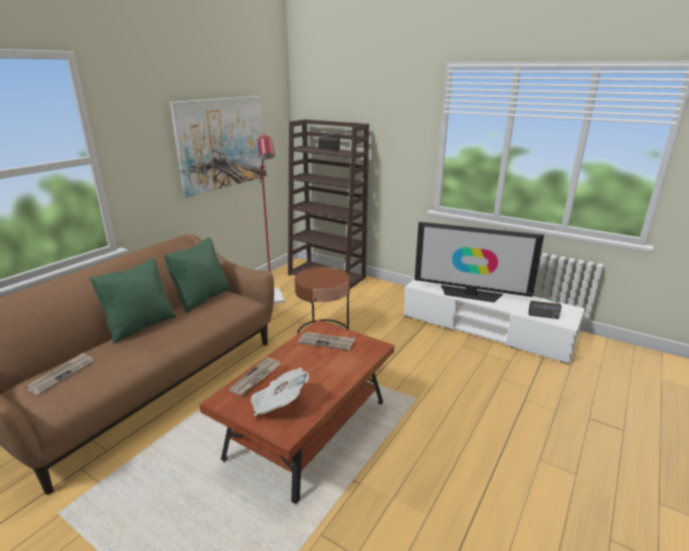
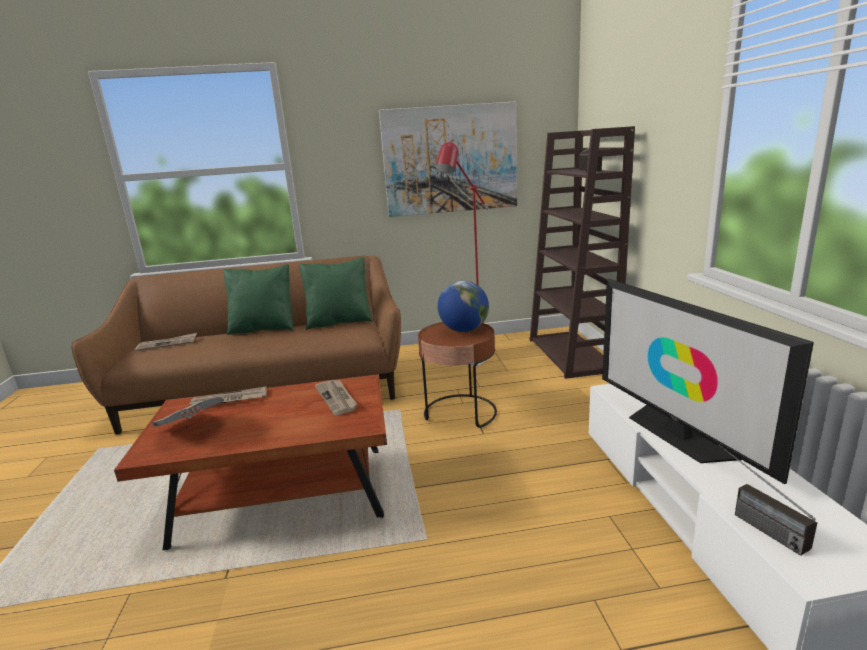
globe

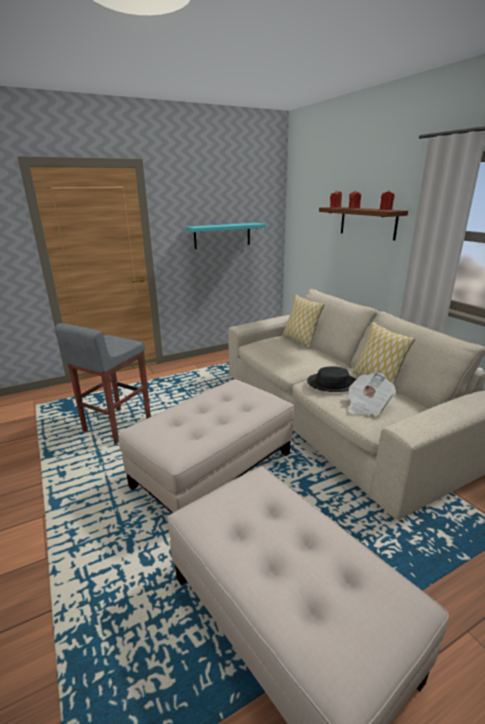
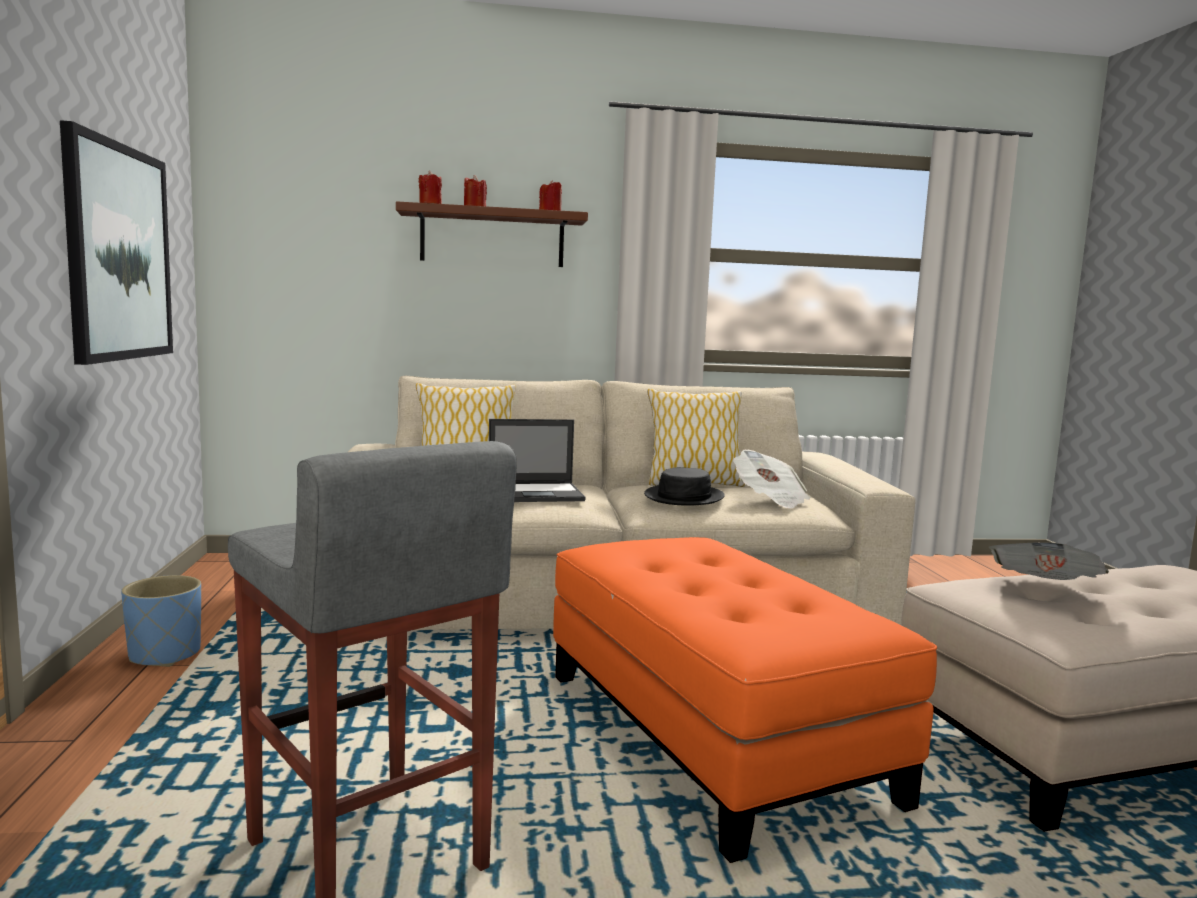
picture; blue planter; laptop; orange ottoman; newspaper (2nd from left)

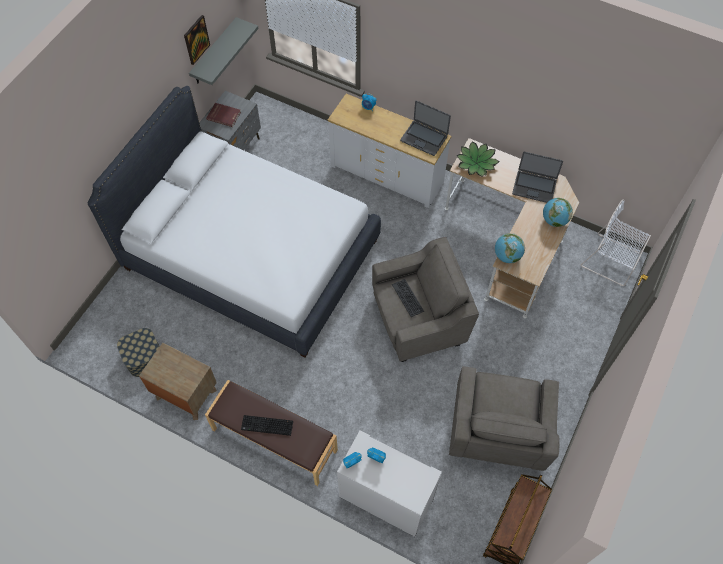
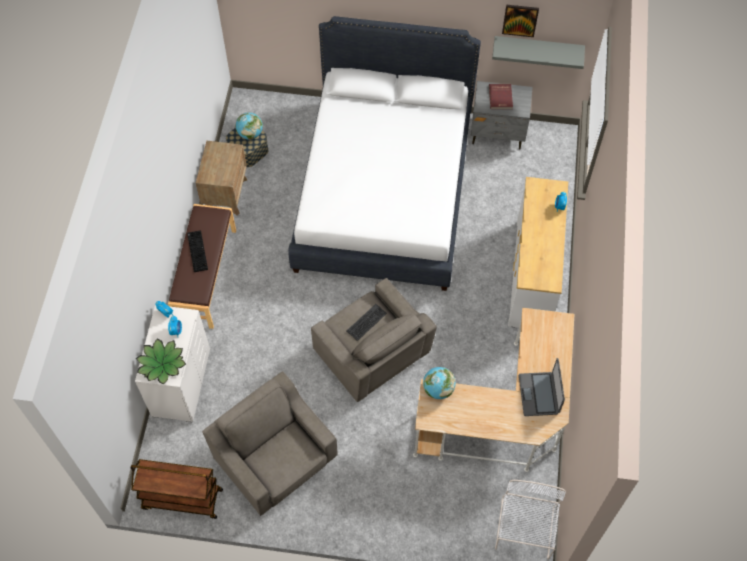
potted plant; grey armchair (1st from left); globe (1st from left); laptop (1st from left in the first image)

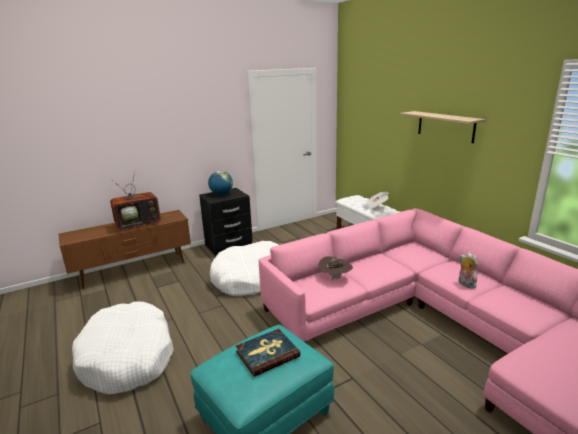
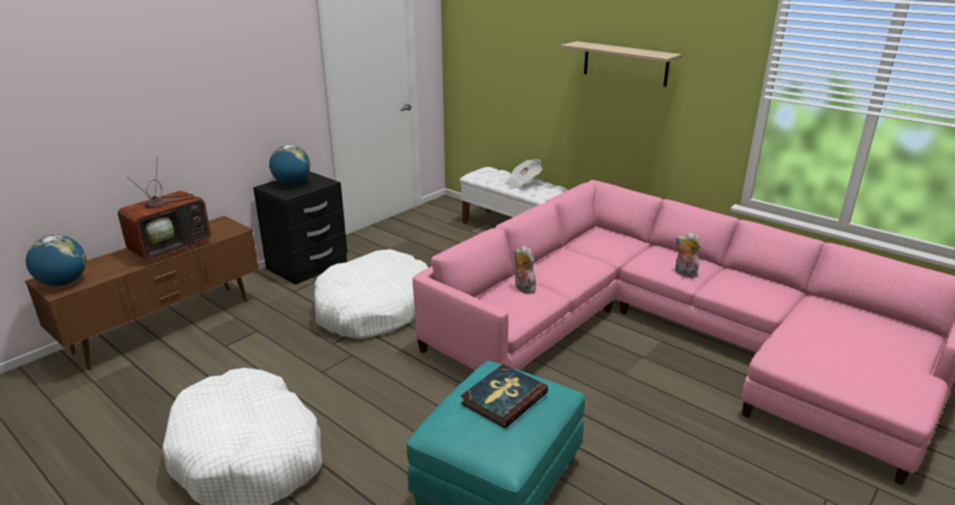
globe (1st from left); plush toy (1st from left)

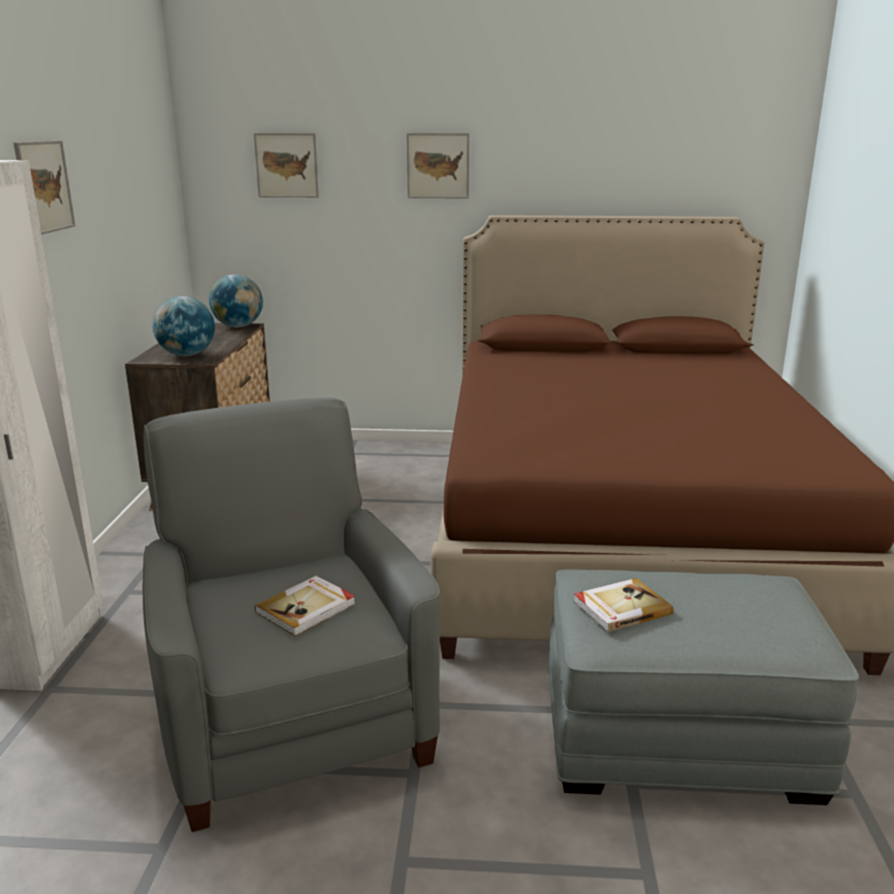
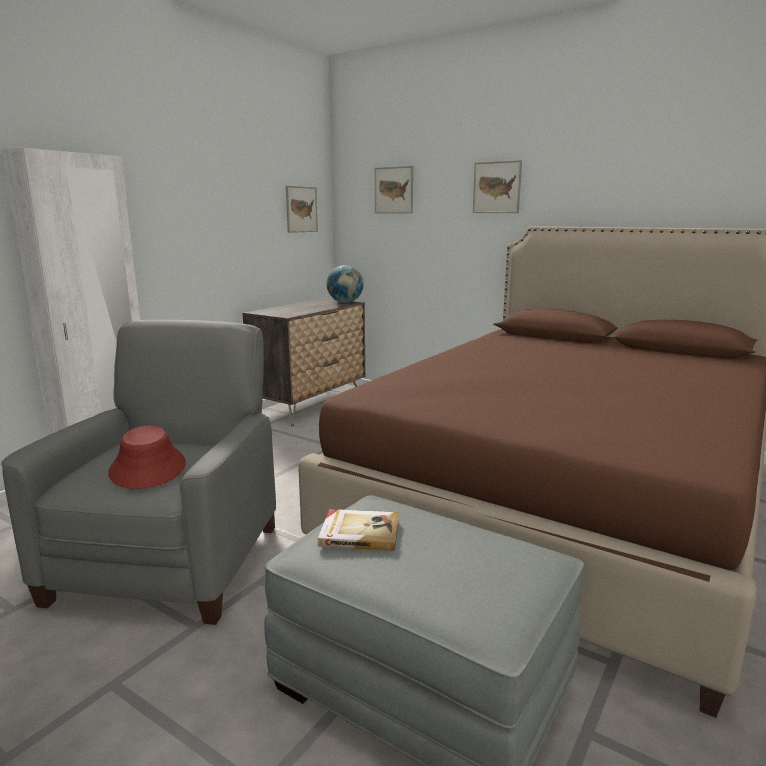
red hat; picture (1st from left); globe (1st from left in the first image)

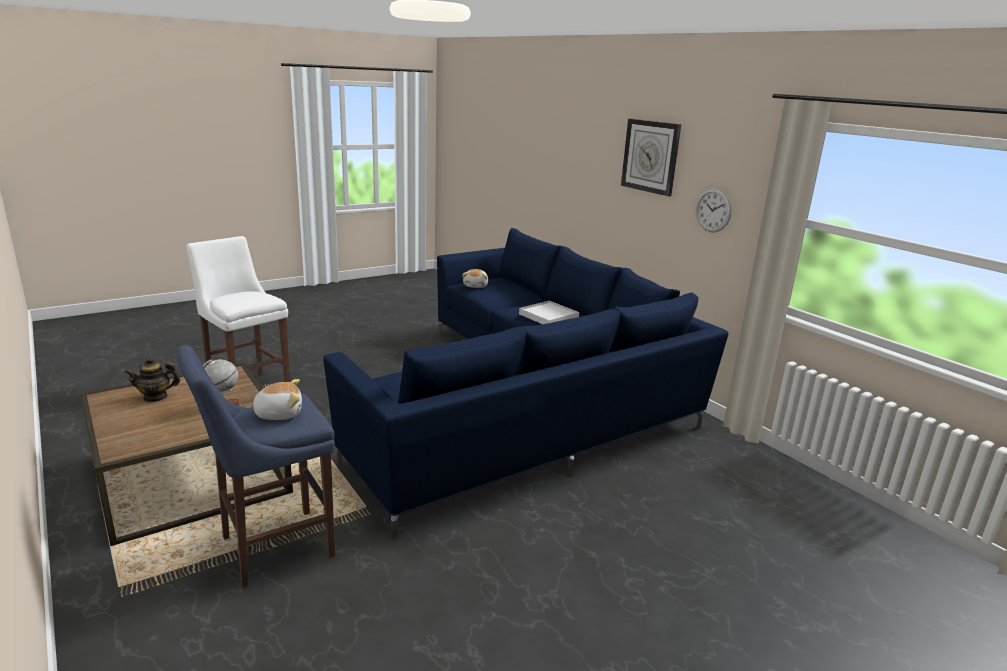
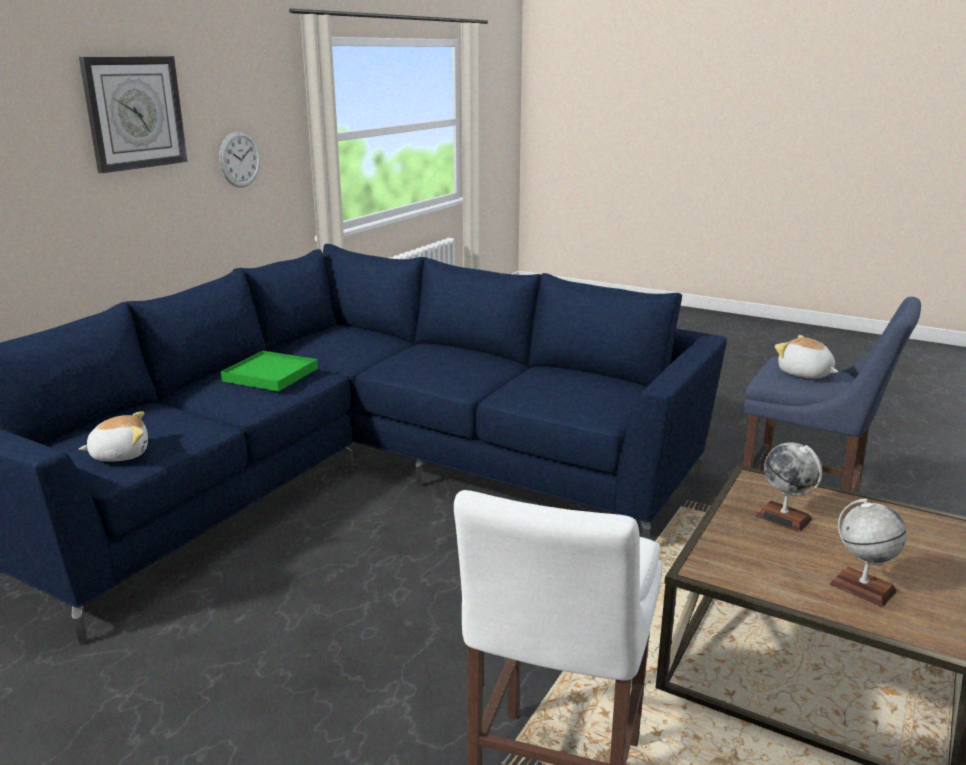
green tray; globe (2nd from left)

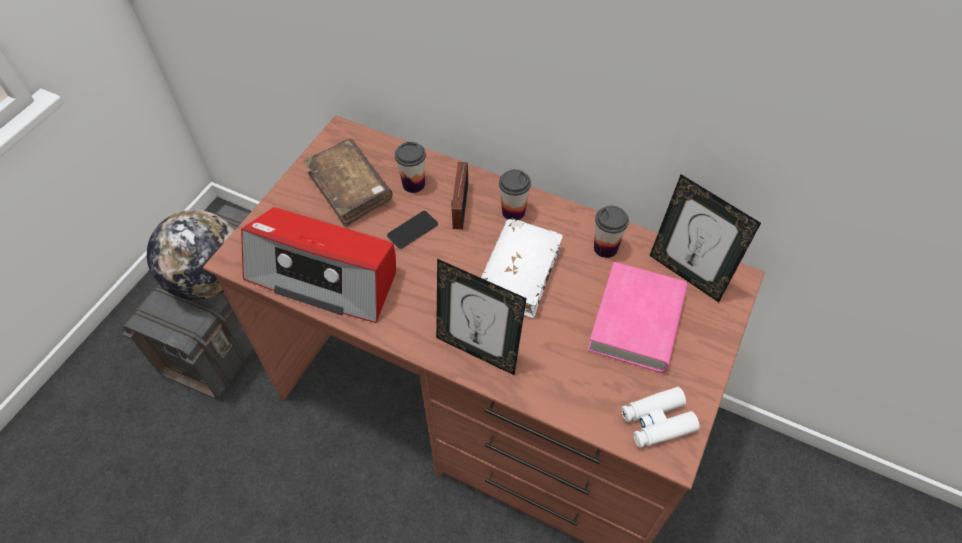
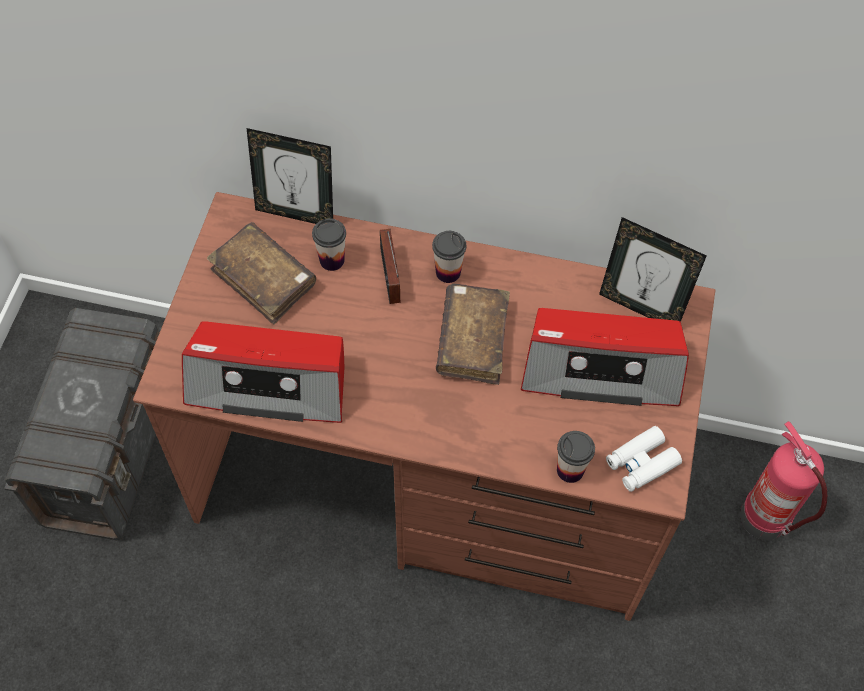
picture frame (1st from left); brown book (2nd from left); radio (3rd from left); cup (3rd from left); fire extinguisher; globe; phone

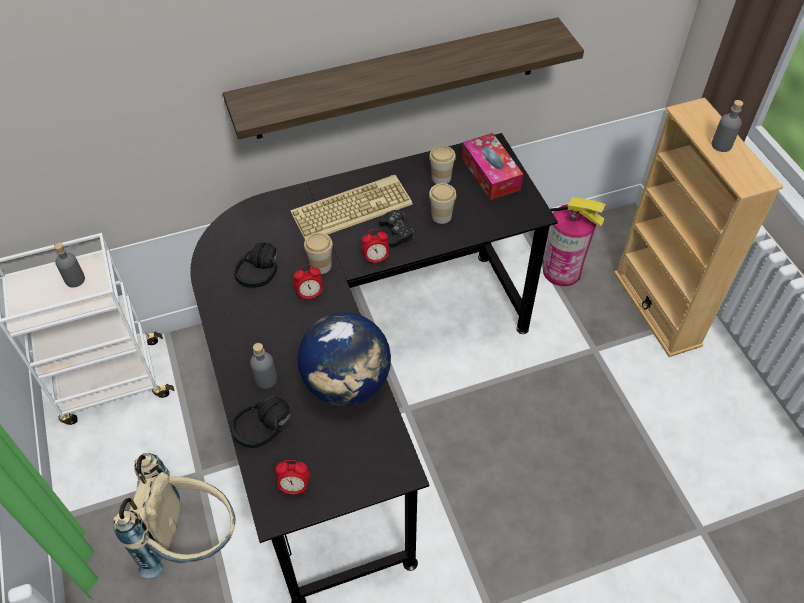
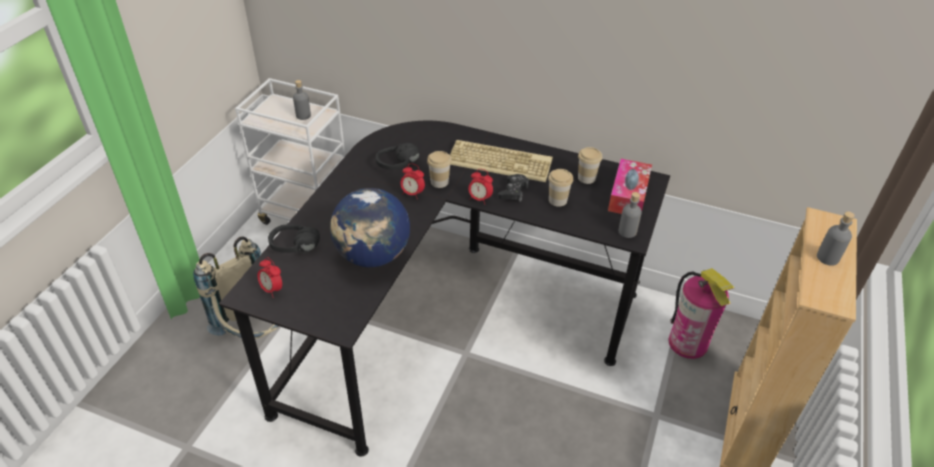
grey bottle (2nd from left); shelf

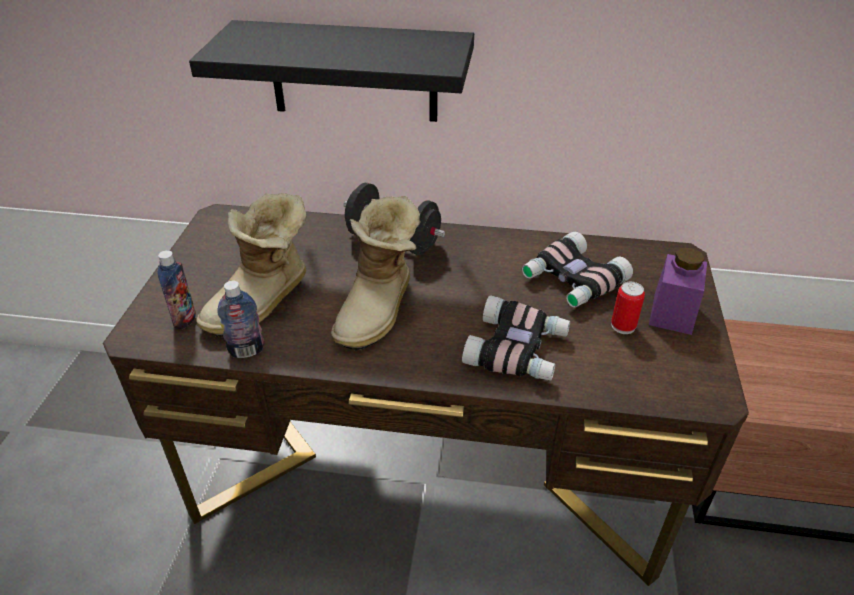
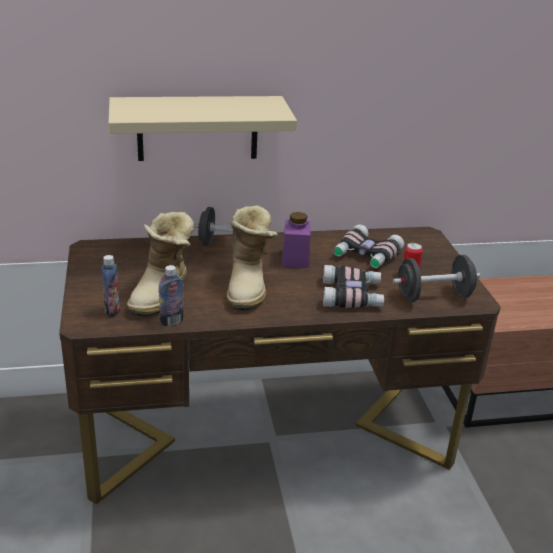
beige shelf; purple jar; black dumbbell (2nd from left)

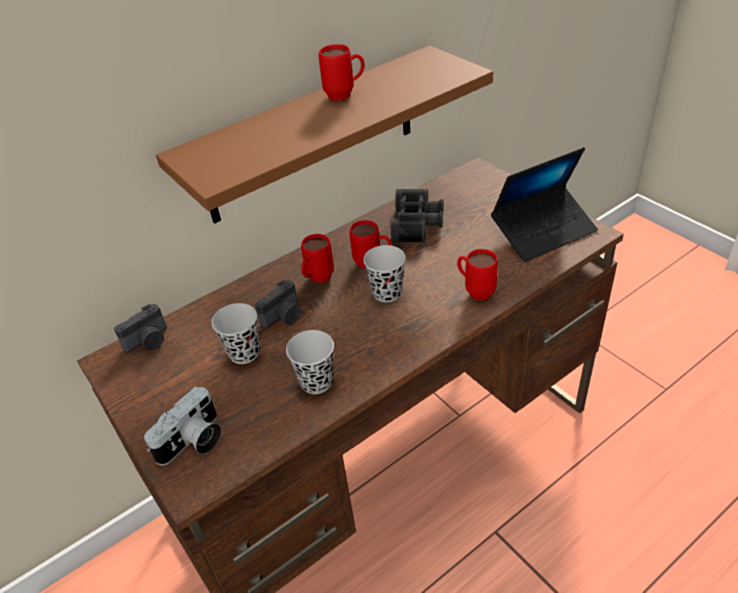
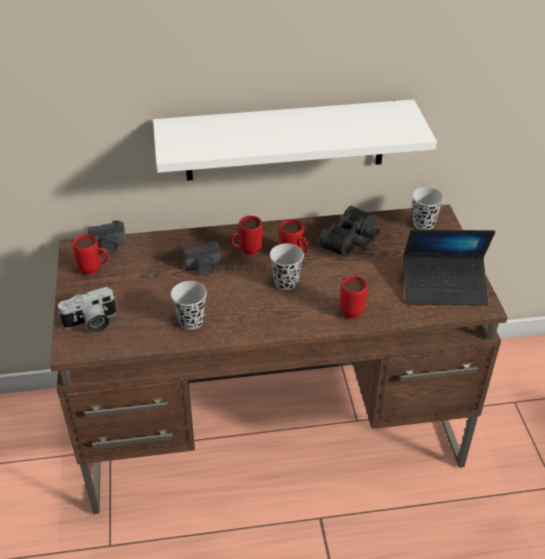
red mug (1st from left); white shelf; black cup (3rd from left)

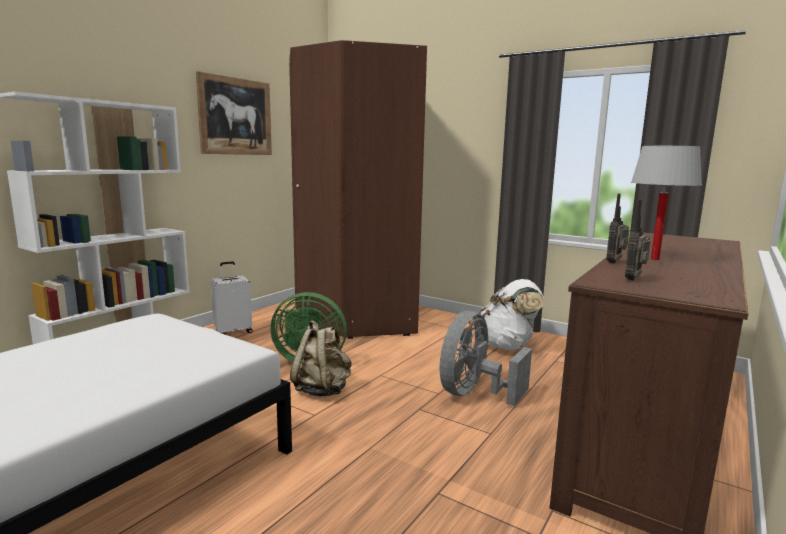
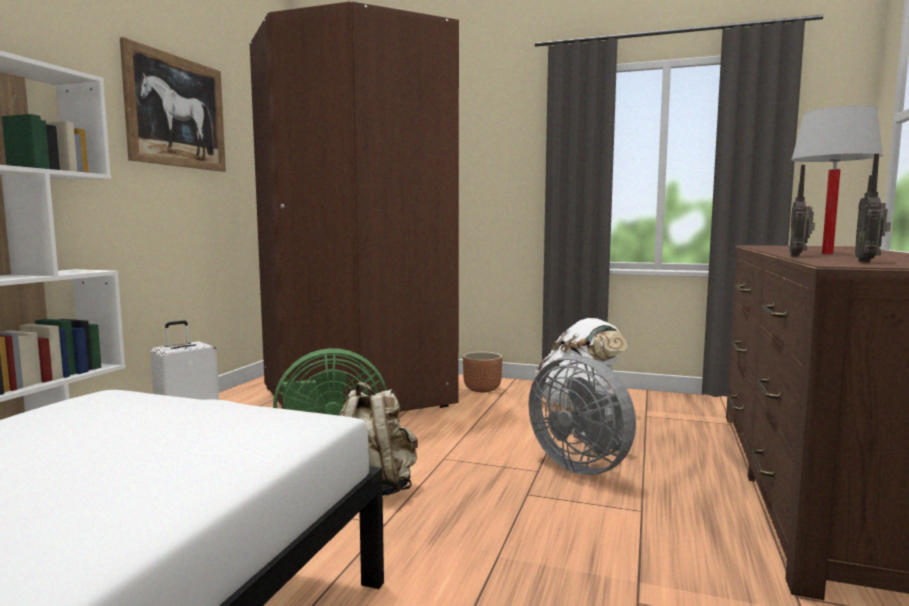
brown planter; grey fan

